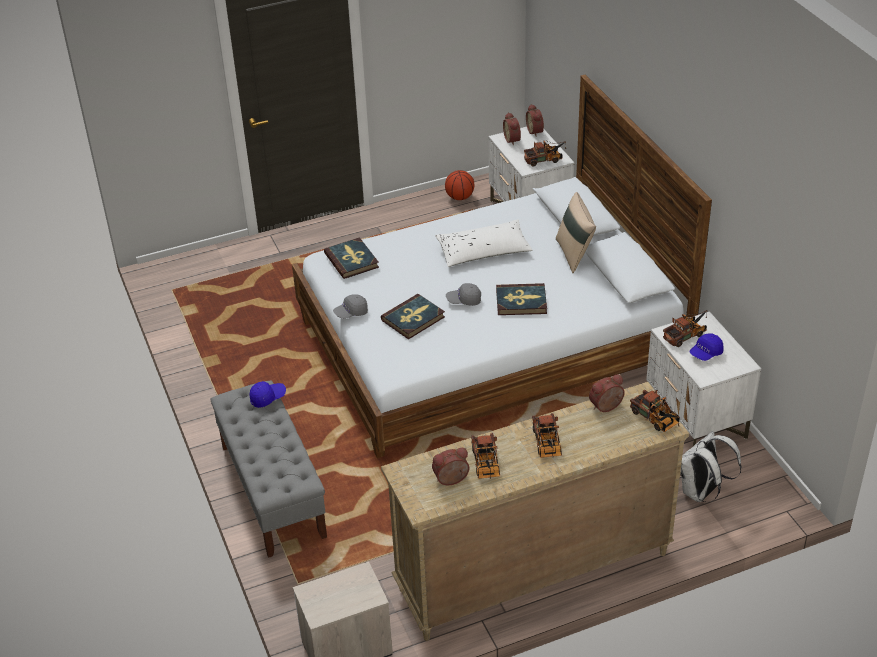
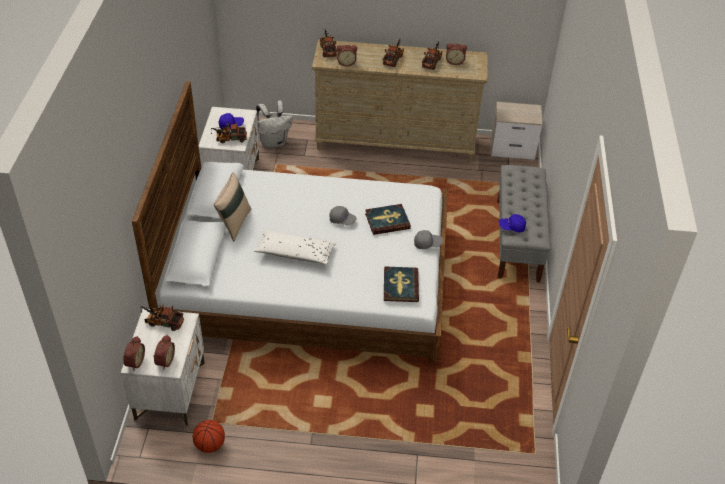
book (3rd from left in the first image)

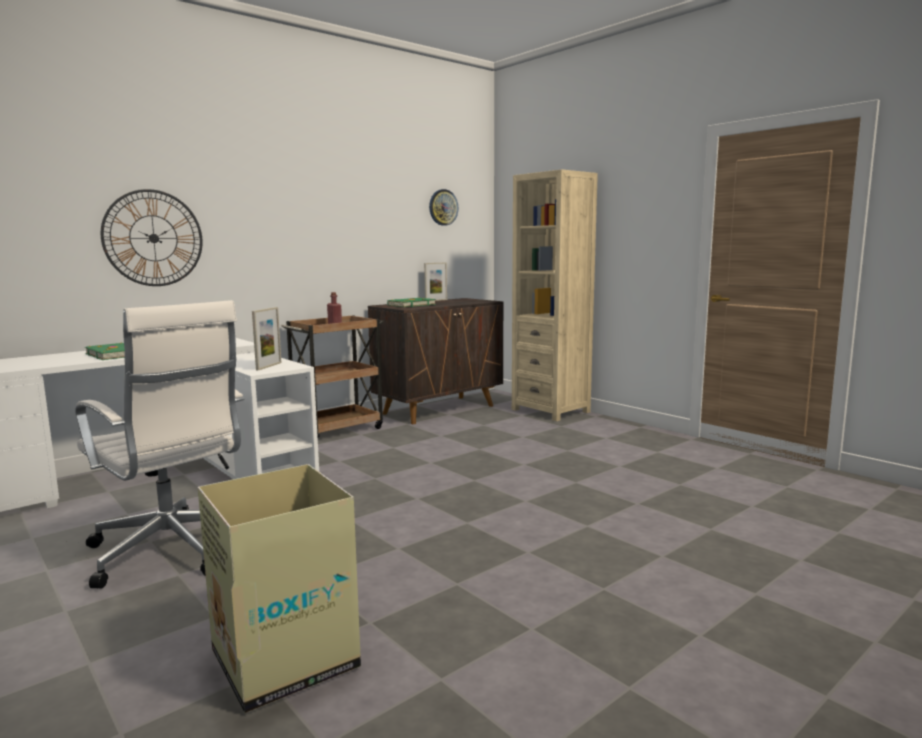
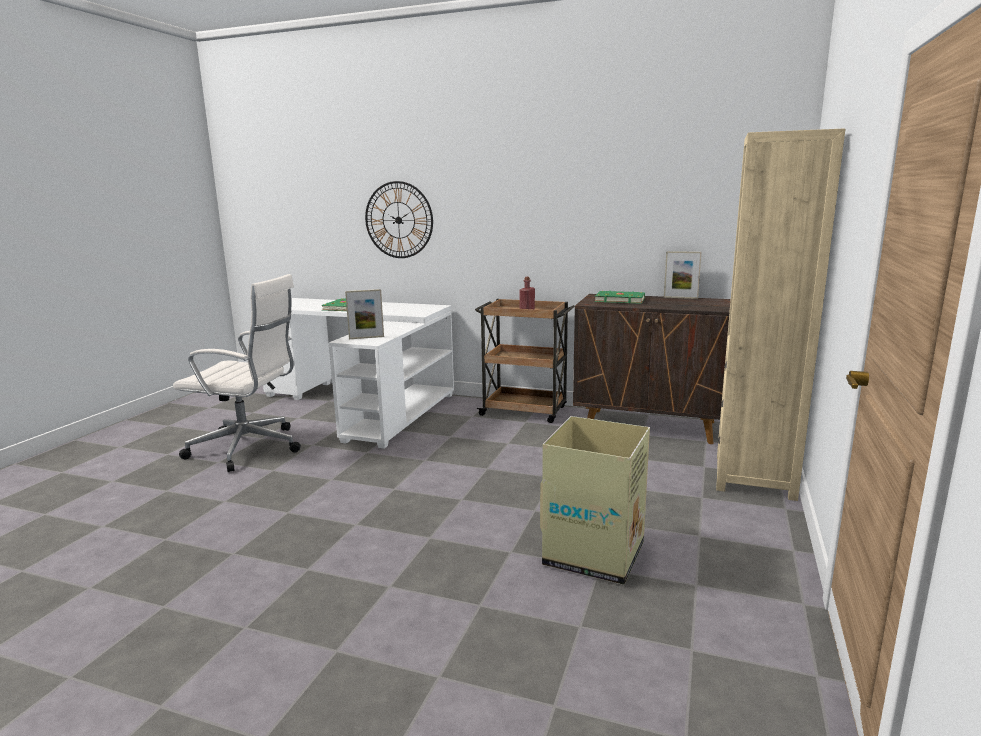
white office chair; cardboard box; wall clock (2nd from left in the first image)

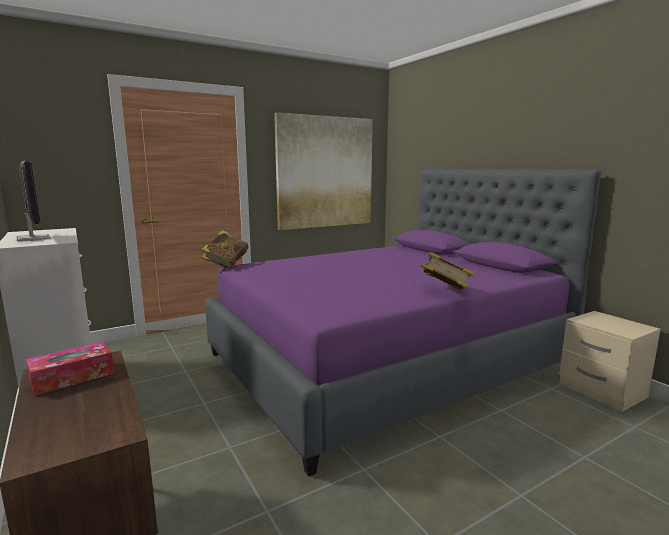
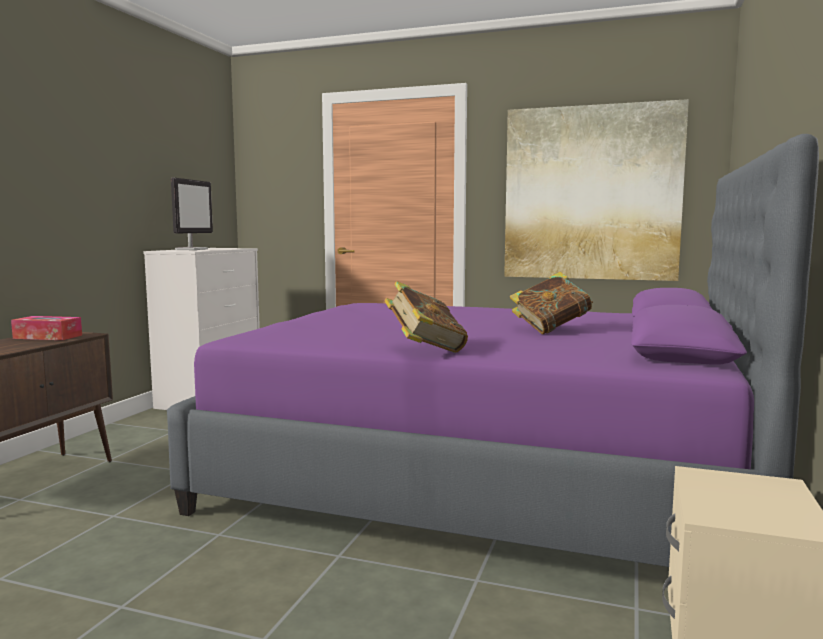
book (2nd from left)

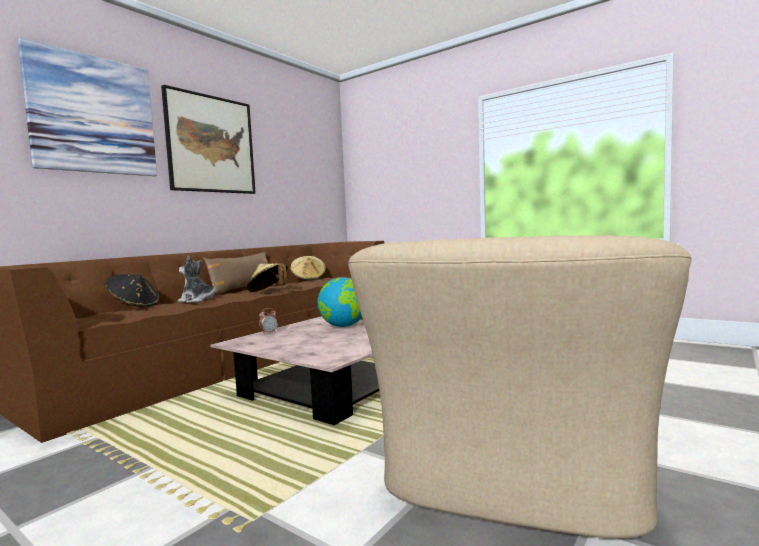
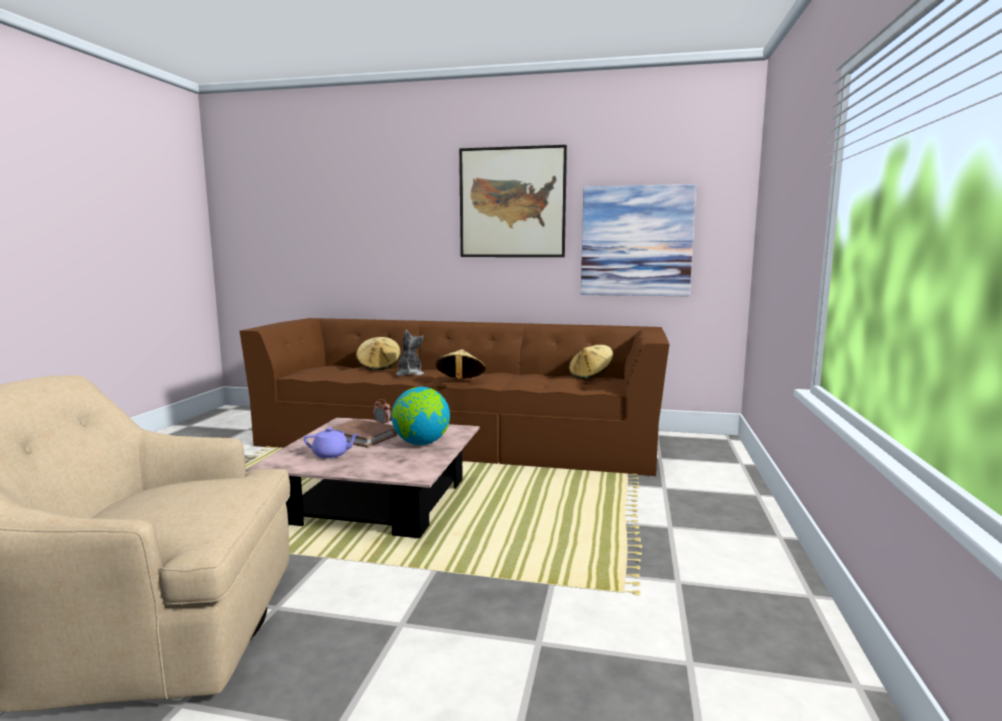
purple teapot; brown book; beige hat (1st from left); picture (2nd from left); brown pillow

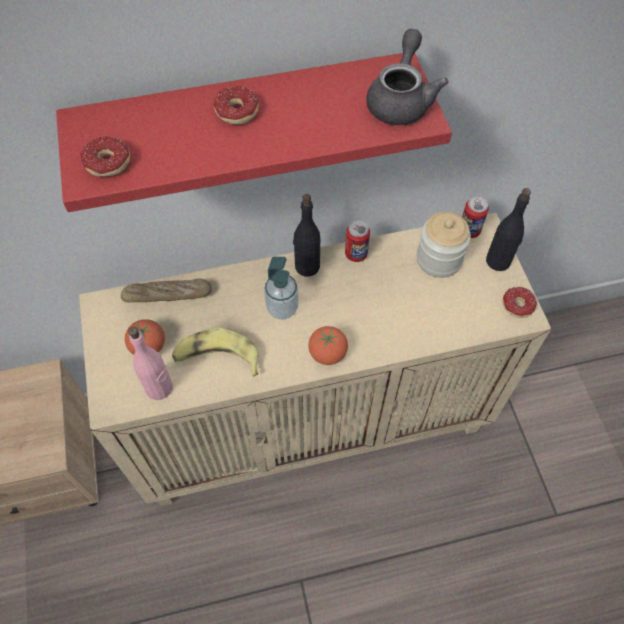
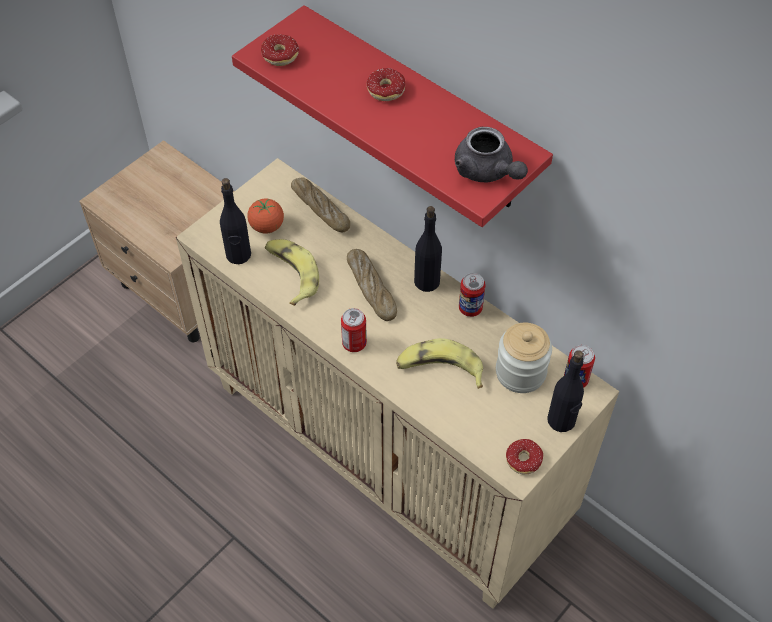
black bottle (1st from left); can (1st from left); bread (2nd from left); banana (2nd from left); grey teapot

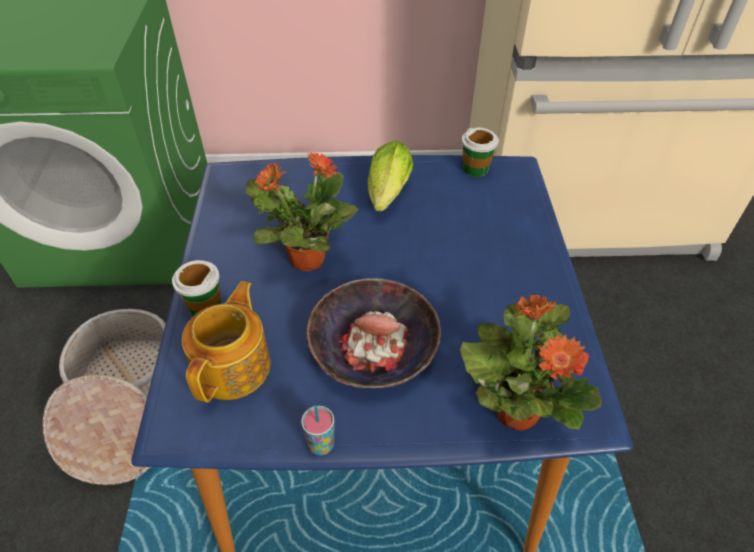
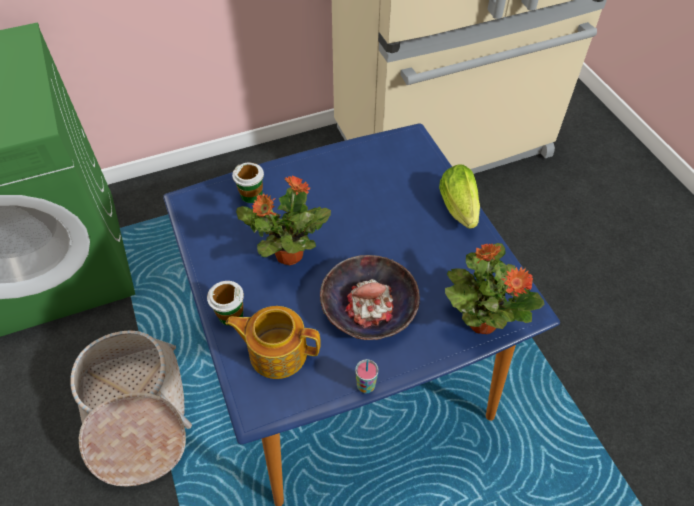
teapot; cup (2nd from left); lettuce

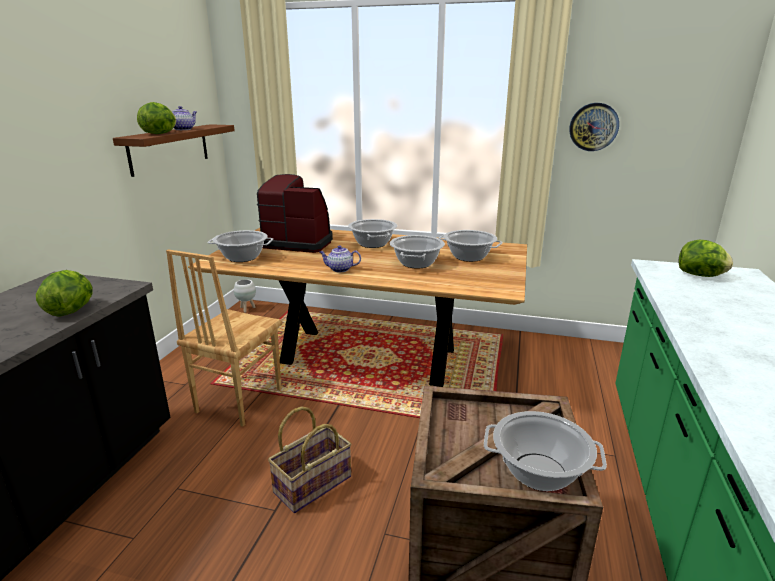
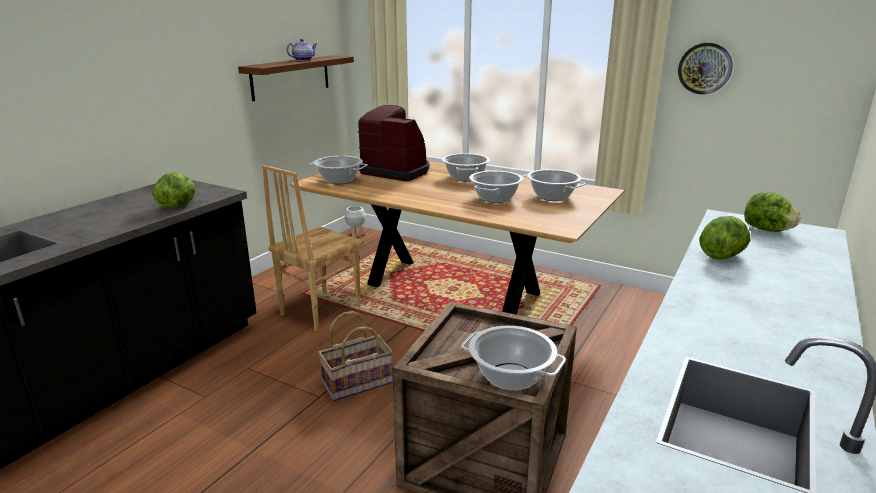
lettuce (2nd from left); teapot (2nd from left in the first image)

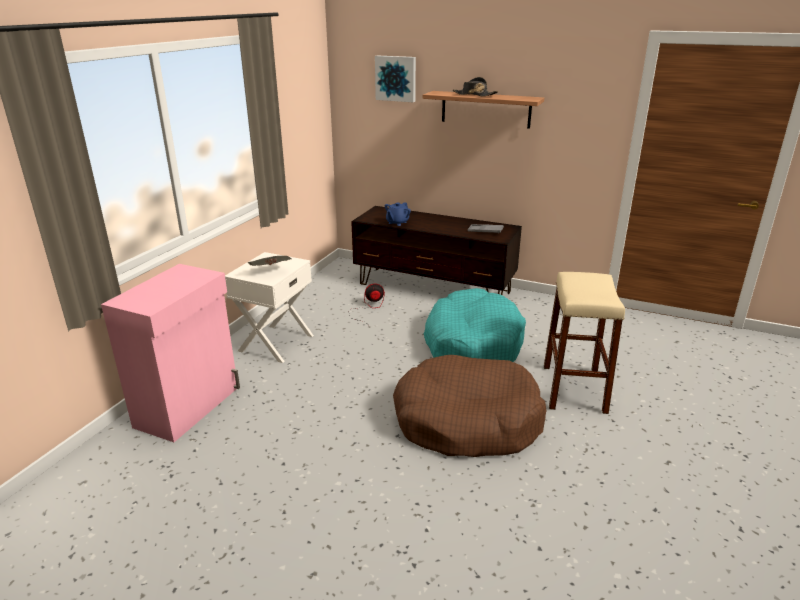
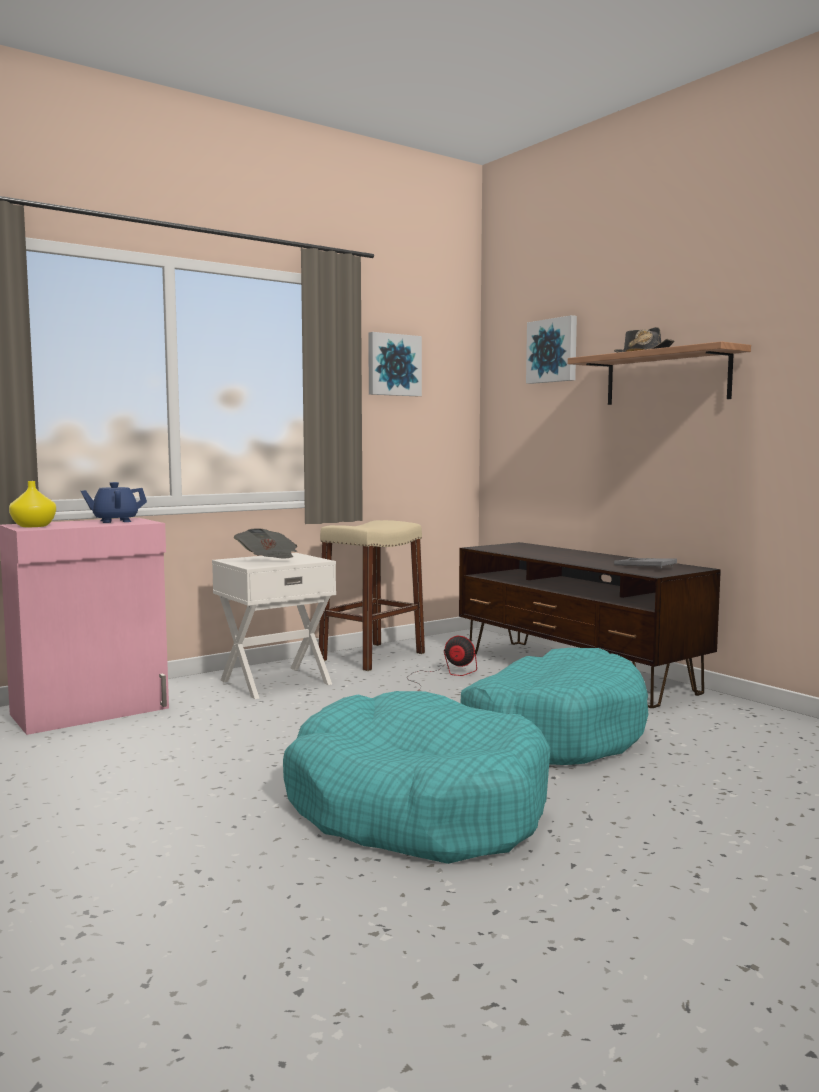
yellow vase; blue teapot; turquoise dog bed (1st from left); beige stool; picture (1st from left)

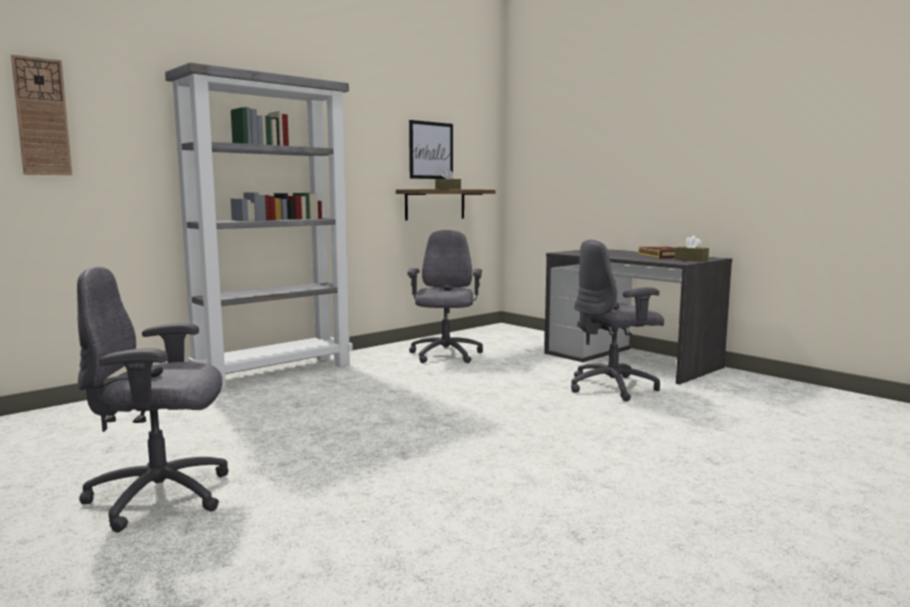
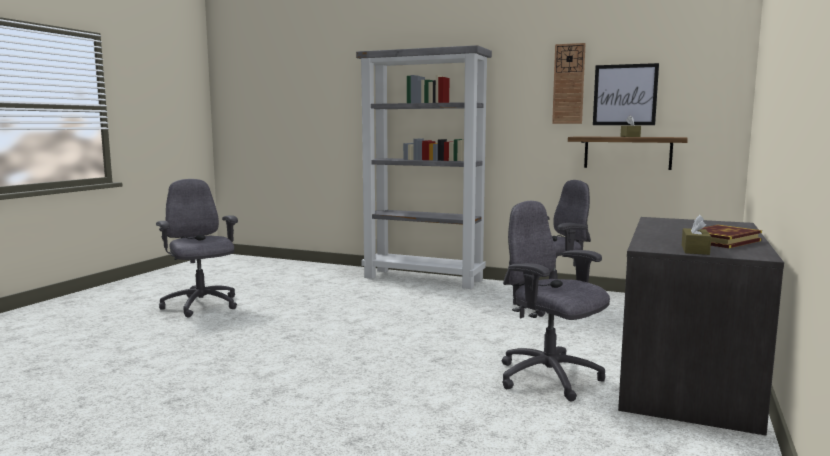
wall clock

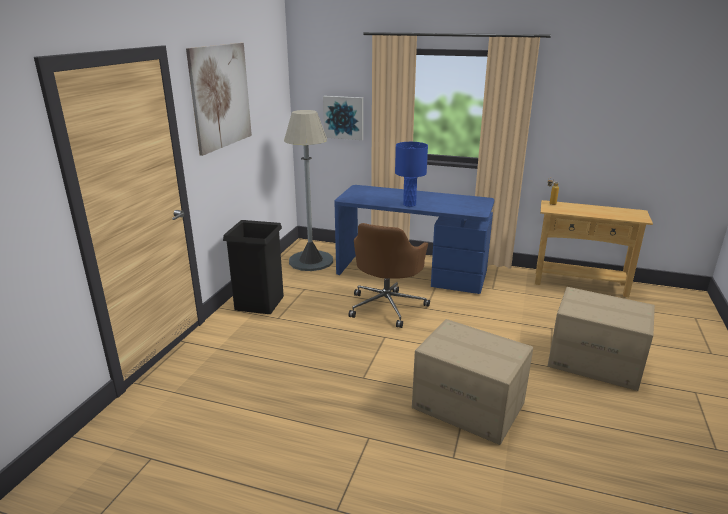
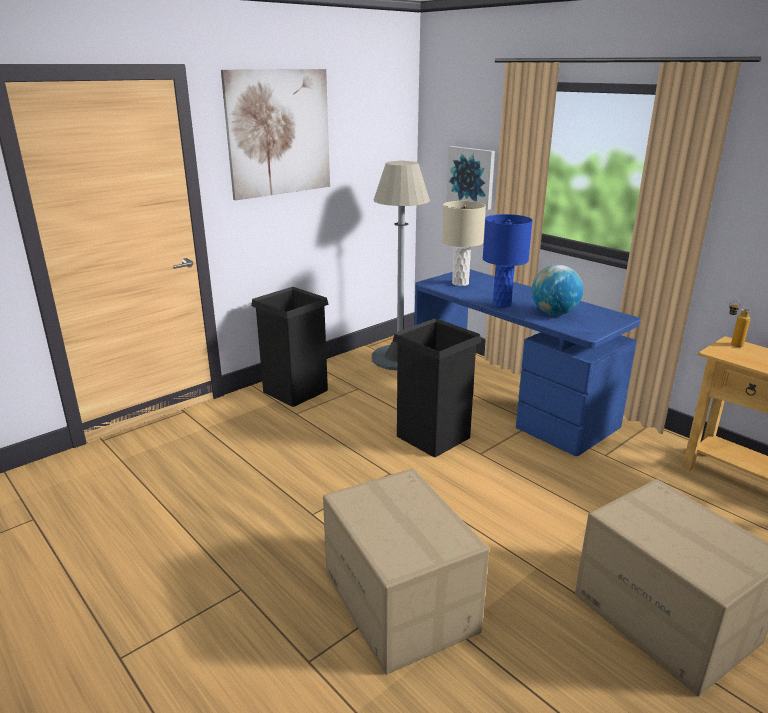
black trash can (2nd from left); beige table lamp; globe

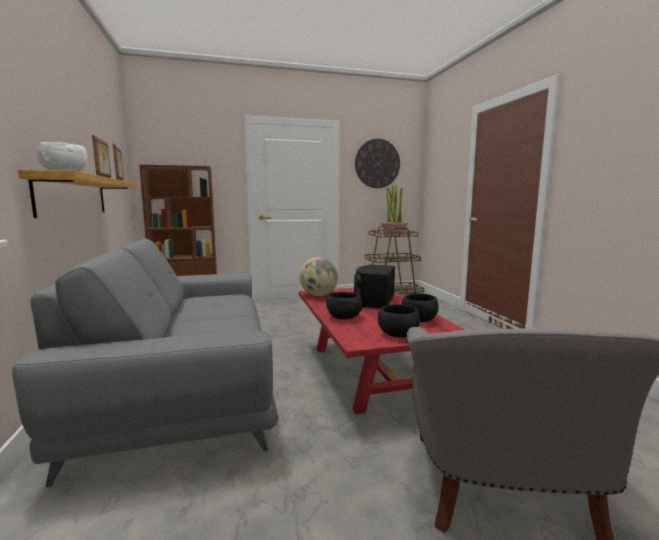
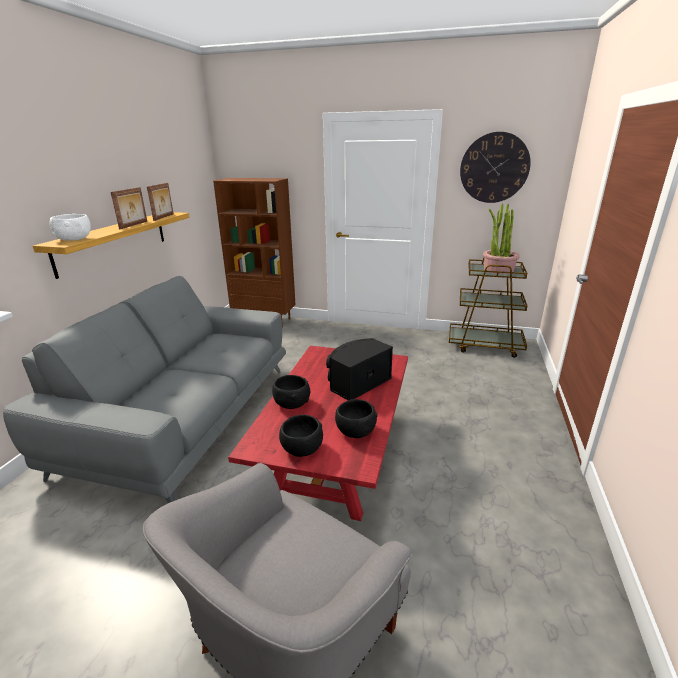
globe

